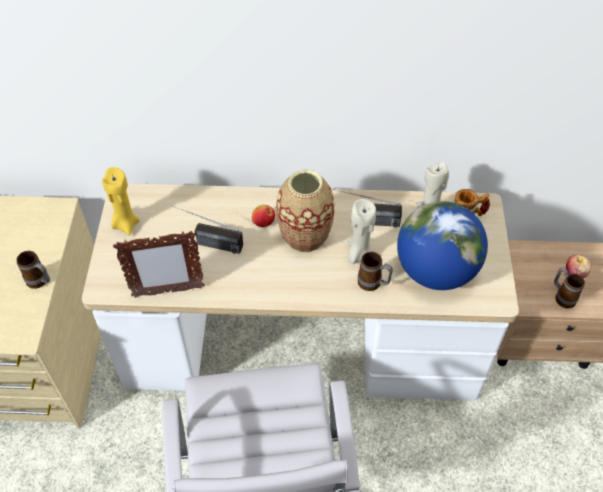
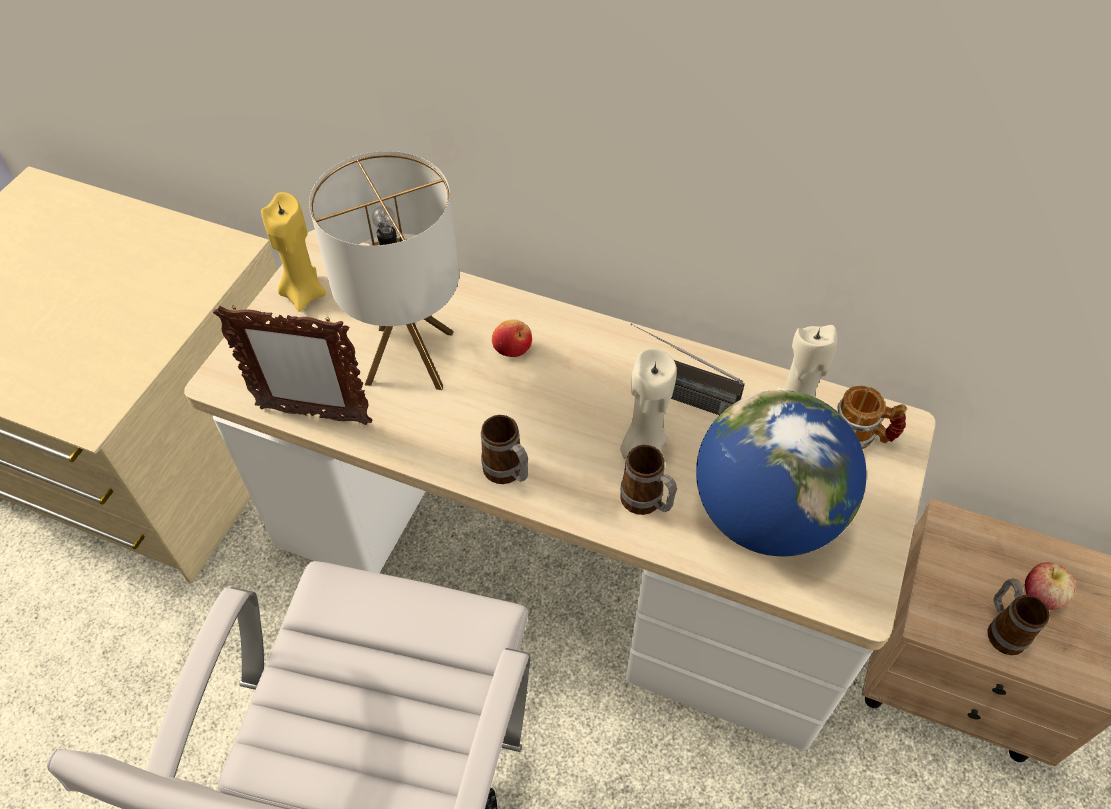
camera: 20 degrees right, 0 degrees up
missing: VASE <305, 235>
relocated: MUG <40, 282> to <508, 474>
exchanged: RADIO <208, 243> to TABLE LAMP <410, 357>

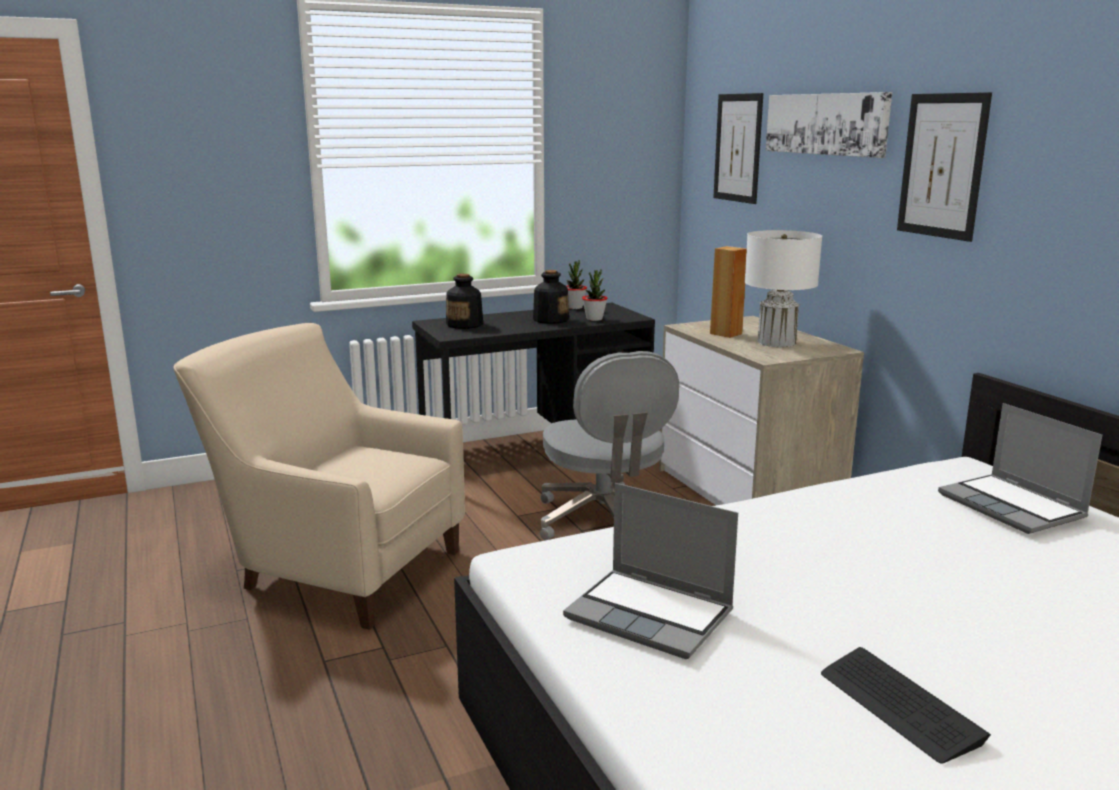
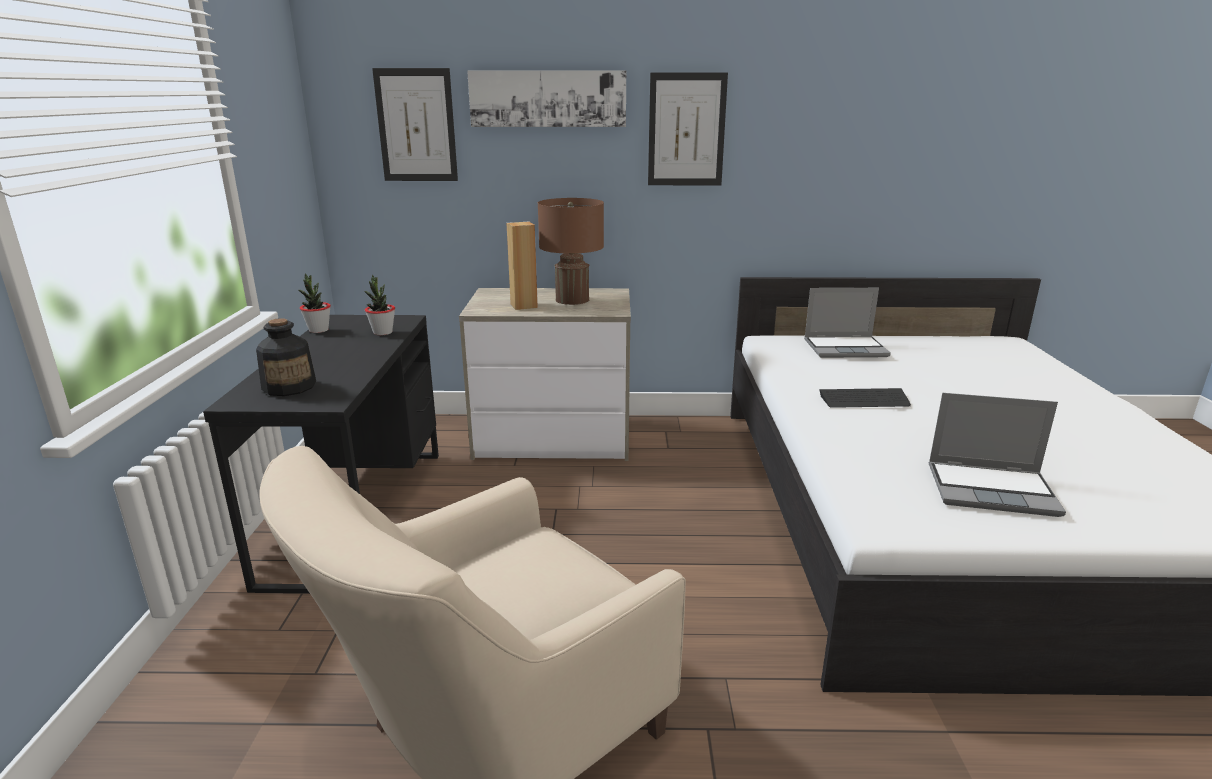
camera: 65 degrees left, 5 degrees up
missing: BOTTLE <550, 320>; GREY OFFICE CHAIR <605, 521>
relocated: KEYBOARD <899, 706> to <864, 400>
colour: WHITE TABLE LAMP <776, 342> to BROWN TABLE LAMP <572, 300>
spun: LAPTOP <652, 615> = <992, 490> 45 degrees clockwise

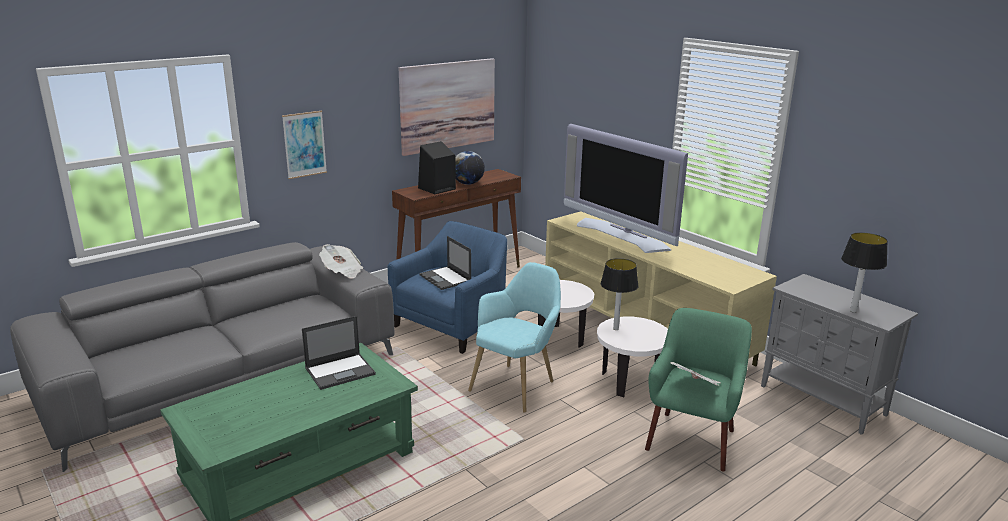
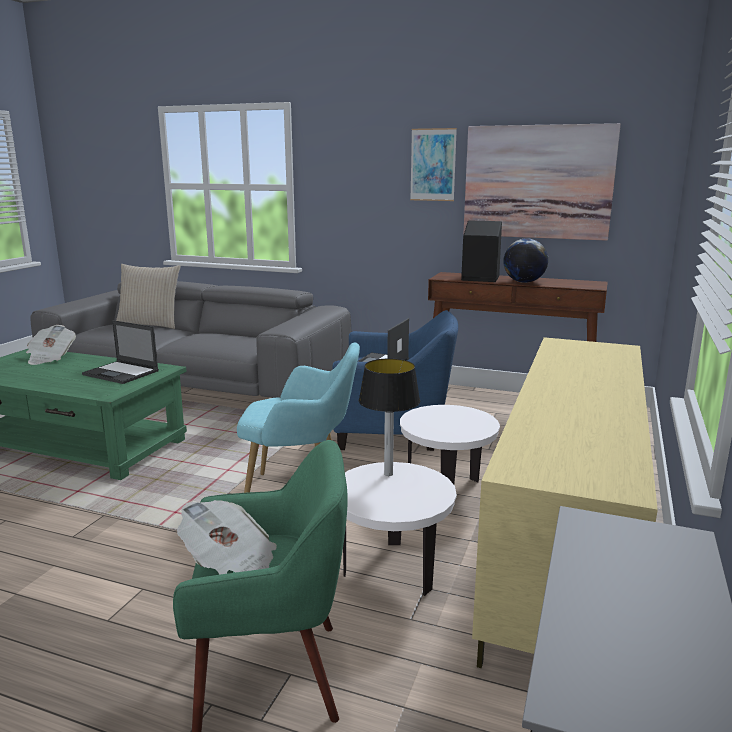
camera: 60 degrees right, 5 degrees down
missing: TELEVISION <622, 235>; TABLE LAMP <853, 311>
appeared: BEIGE PILLOW <150, 324>
relocated: NEWSPAPER <342, 271> to <50, 357>; PICTURE <304, 144> to <433, 165>

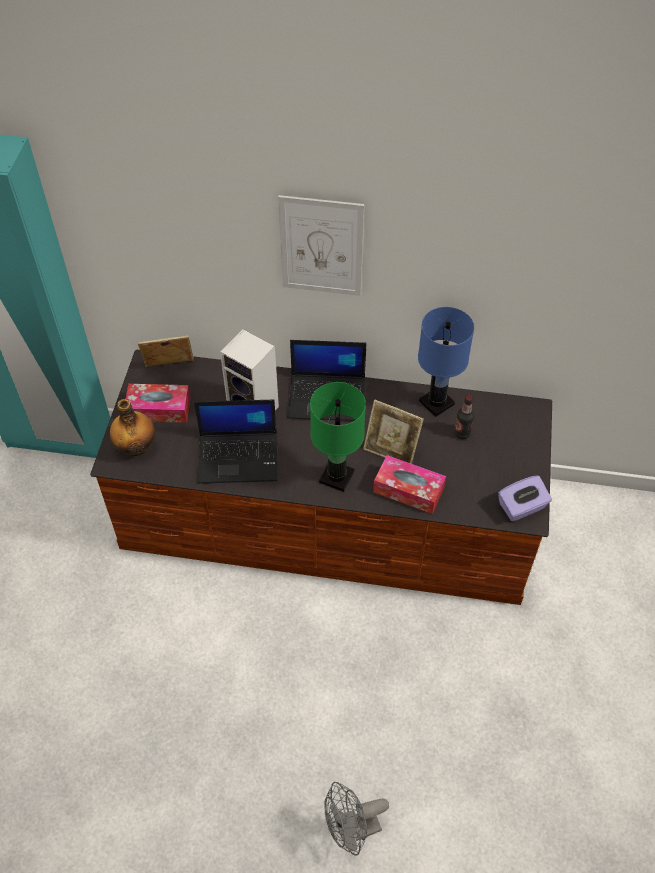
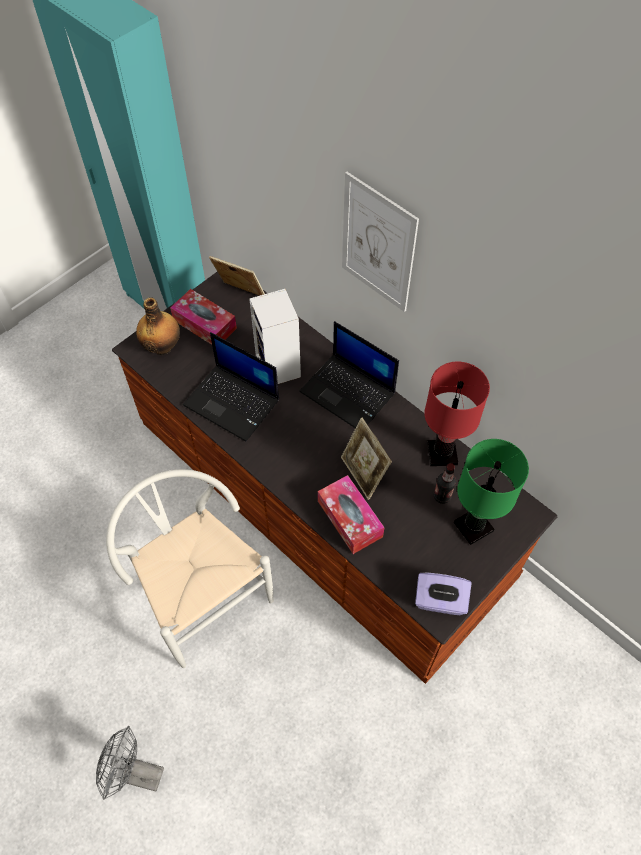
camera: 35 degrees right, 5 degrees up
appeared: WHITE CHAIR <201, 595>
relocated: GREEN TABLE LAMP <336, 476> to <473, 526>
colour: BLUE TABLE LAMP <436, 402> to RED TABLE LAMP <441, 453>

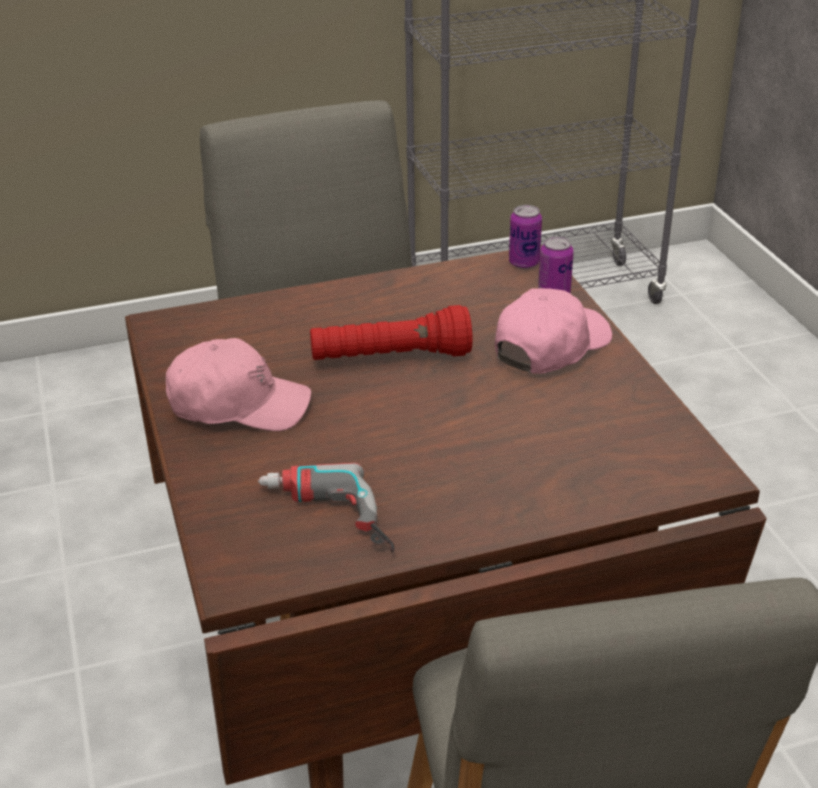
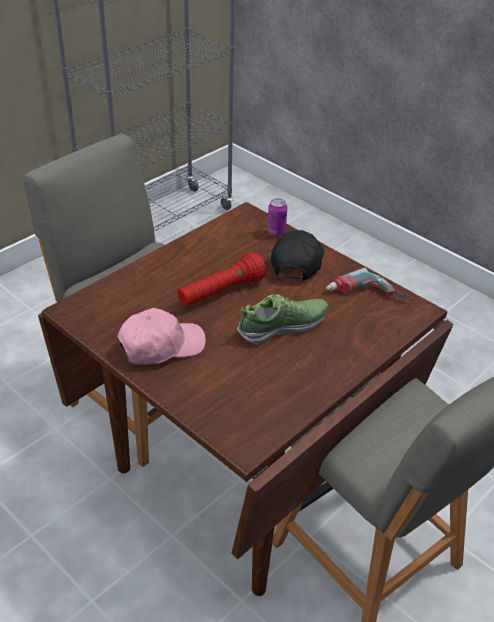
camera: 30 degrees left, 5 degrees up
missing: CAN <524, 263>
appeared: SHOE <283, 327>
relocated: POWER DRILL <324, 521> to <367, 297>
colour: PINK CAP <550, 346> to BLACK CAP <297, 262>

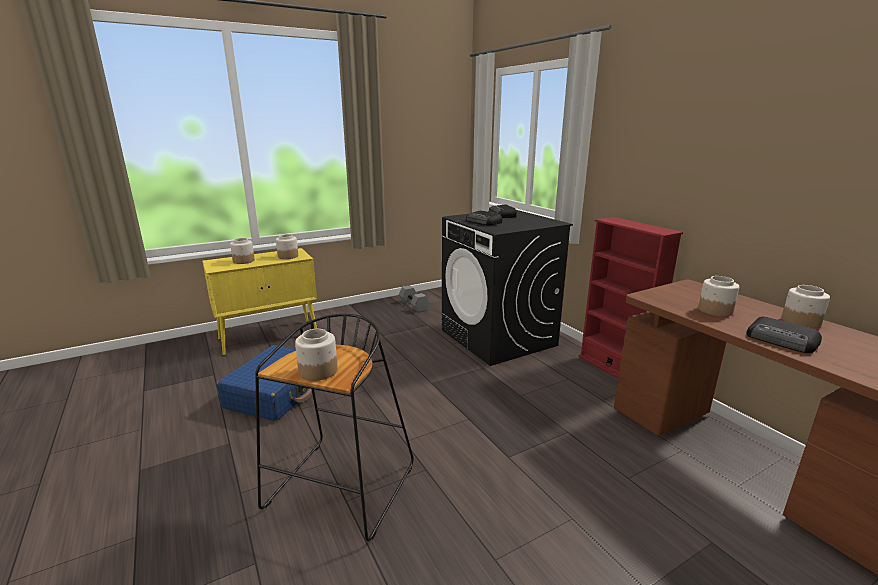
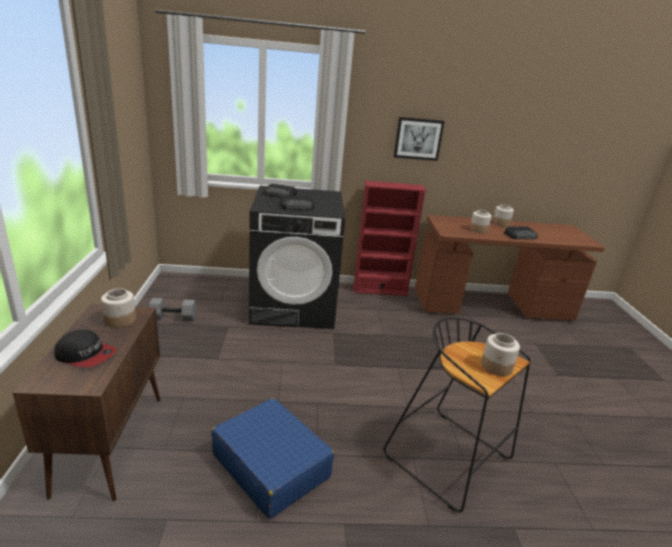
camera: 65 degrees left, 5 degrees up
appeared: PICTURE <418, 138>
exchanged: JAR <244, 261> to CAP <86, 355>
colour: YELLOW CABINET <270, 336> to BROWN CABINET <111, 442>

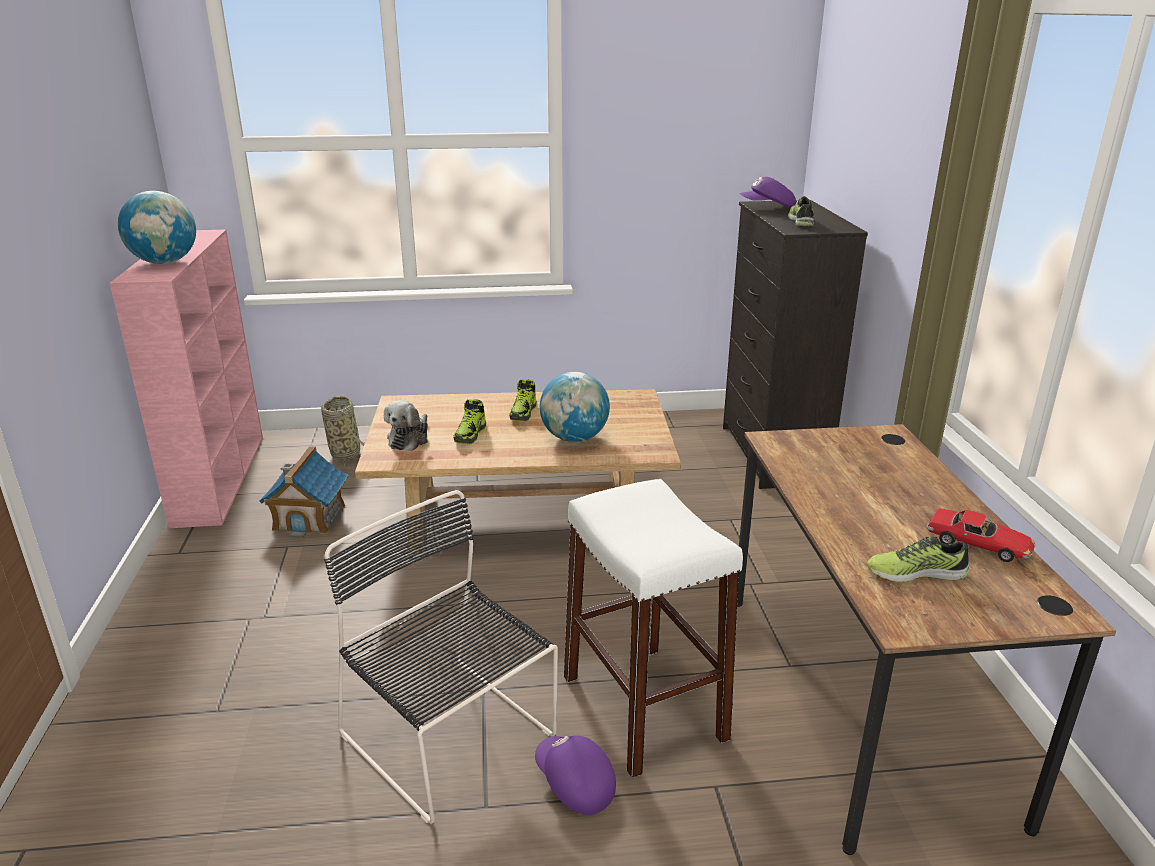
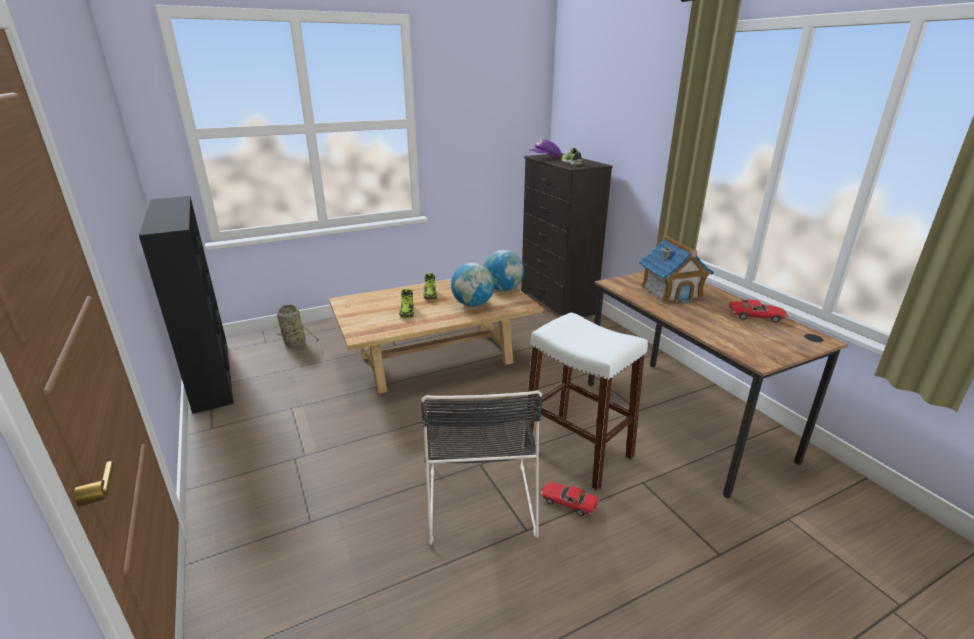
camera: 20 degrees left, 0 degrees up
missing: PLUSH TOY <409, 439>; SHOE <915, 572>
relocated: GLOBE <165, 262> to <503, 289>; TOY HOUSE <309, 517> to <671, 292>
exchanged: PURPLE CAP <574, 784> to TOY CAR <568, 503>
colour: PINK BOOKCASE <220, 478> to BLACK BOOKCASE <211, 374>
spun: BLACK CHAIR <451, 739> = <480, 497> 120 degrees counterclockwise

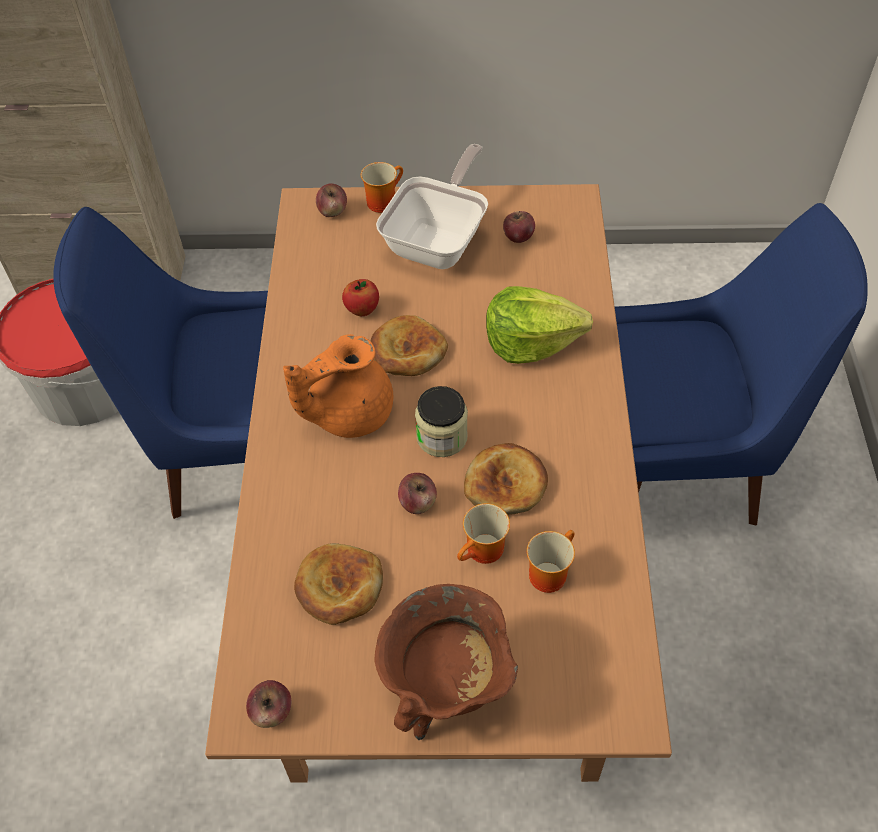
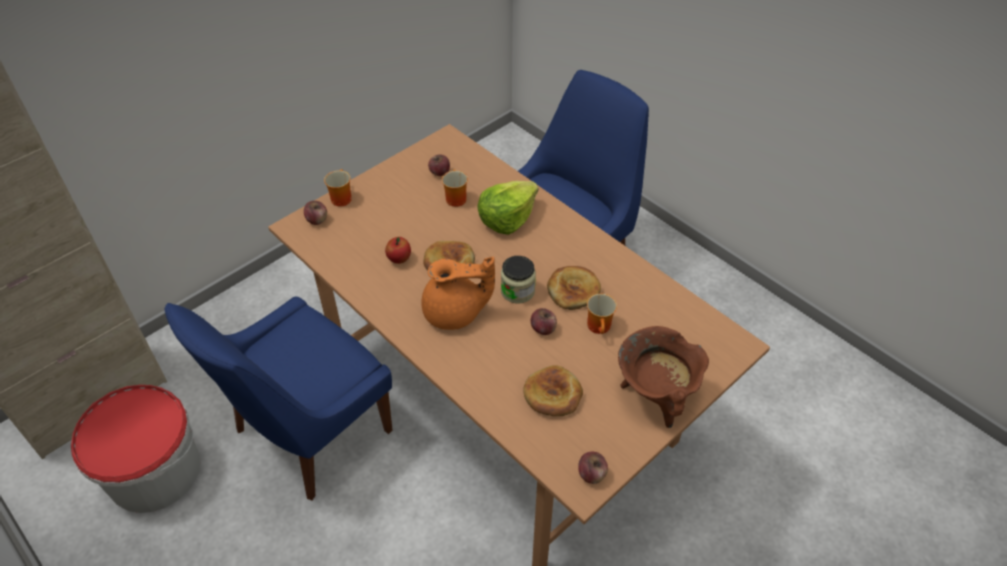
camera: 45 degrees left, 5 degrees down
missing: FRYING PAN <440, 240>
relocated: MUG <547, 571> to <454, 198>
spun: ORANGE TEAPOT <348, 412> = <455, 313> 105 degrees counterclockwise

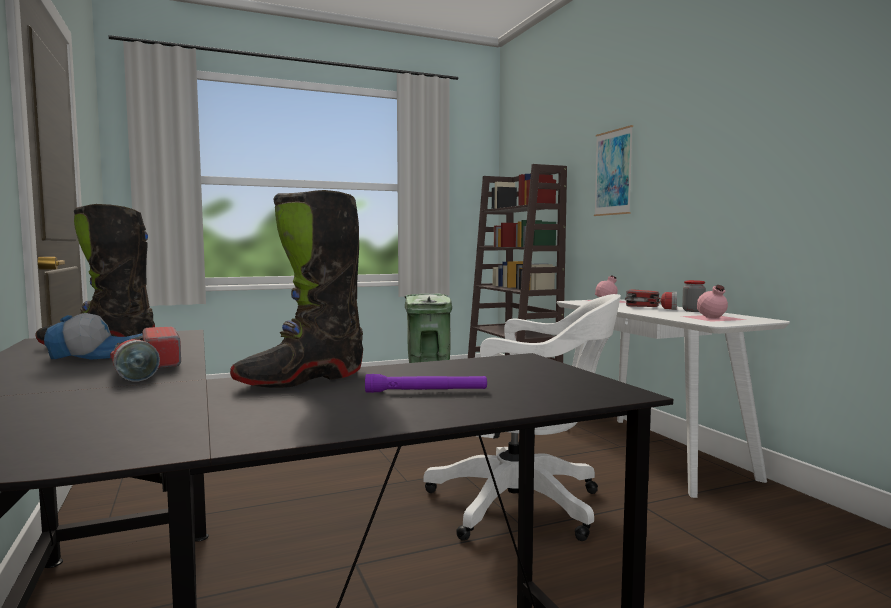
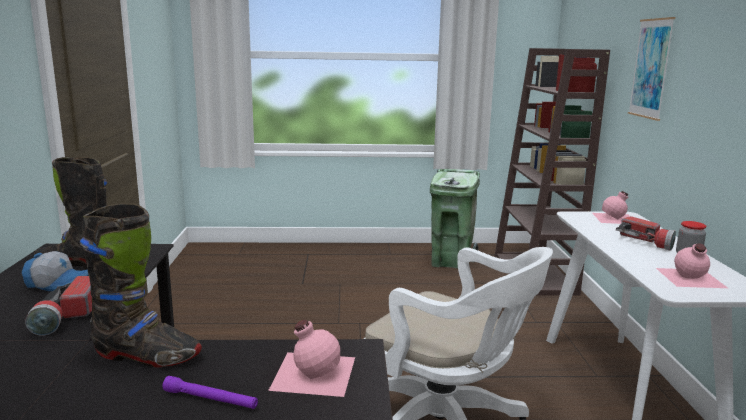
camera: 20 degrees right, 10 degrees up
appeared: PINK BOTTLE <313, 372>
spun: BLACK BOOT <301, 380> = <146, 356> 150 degrees counterclockwise

